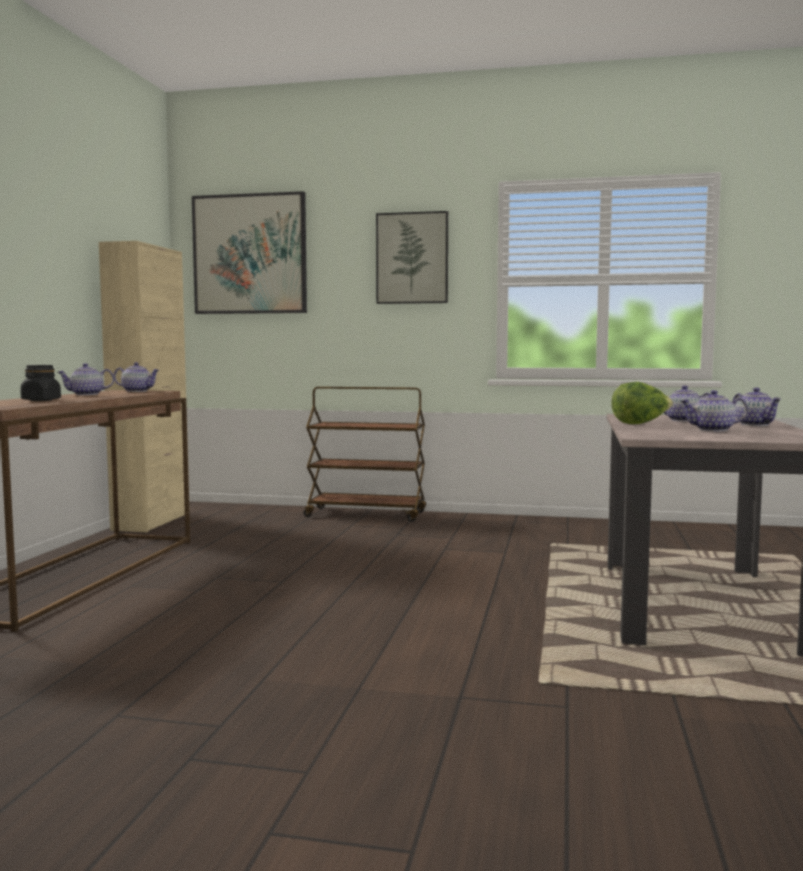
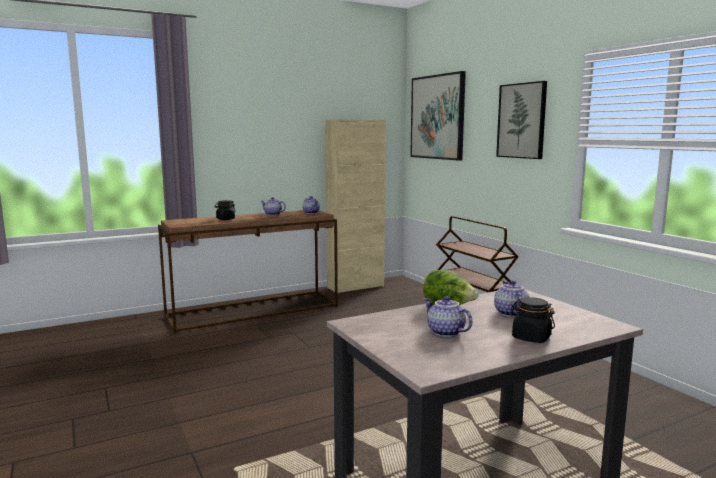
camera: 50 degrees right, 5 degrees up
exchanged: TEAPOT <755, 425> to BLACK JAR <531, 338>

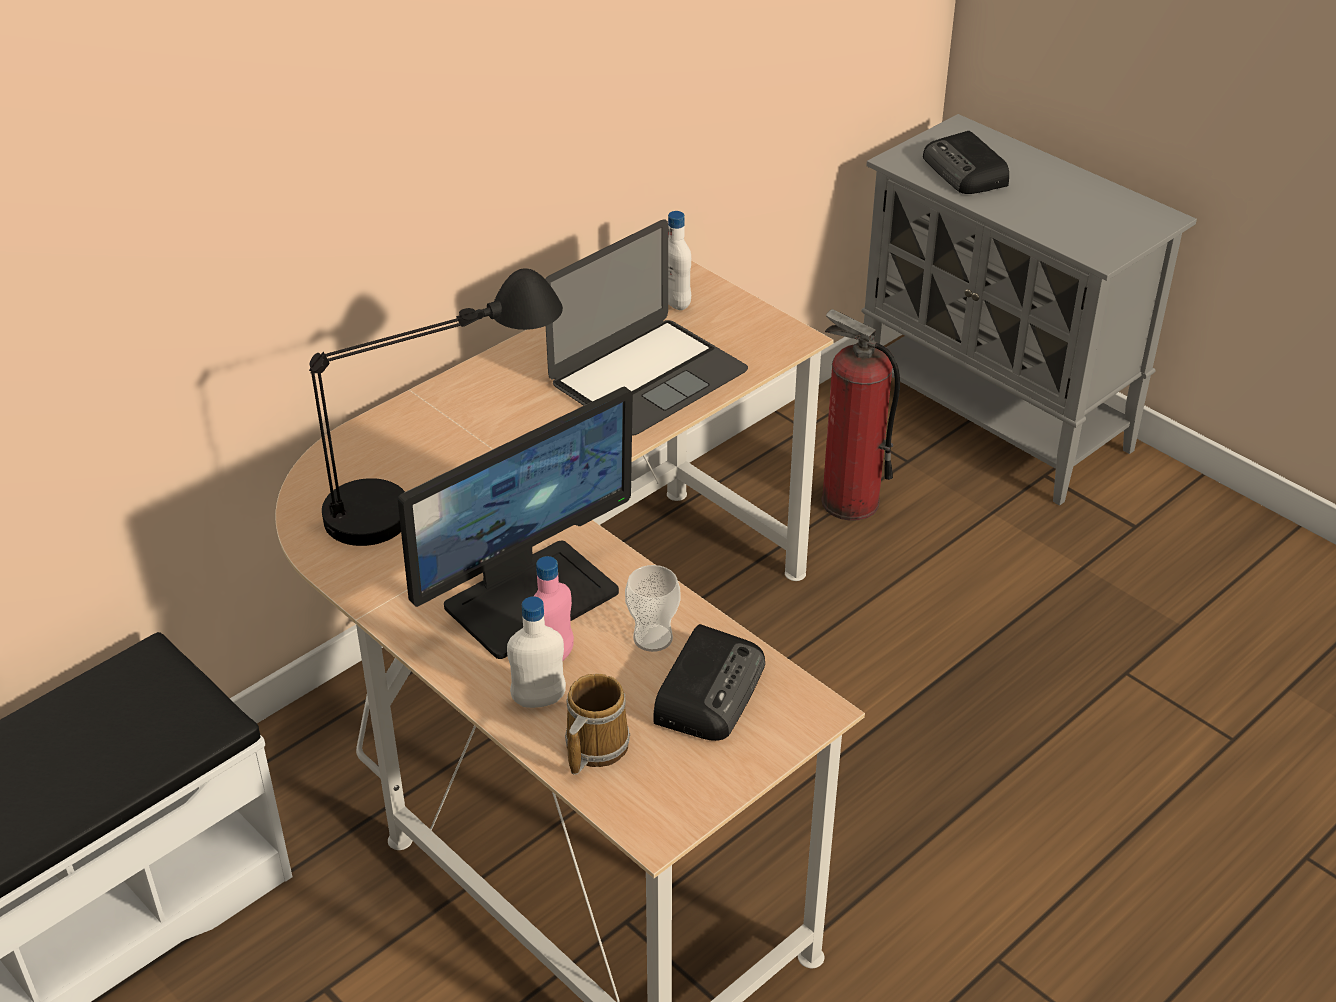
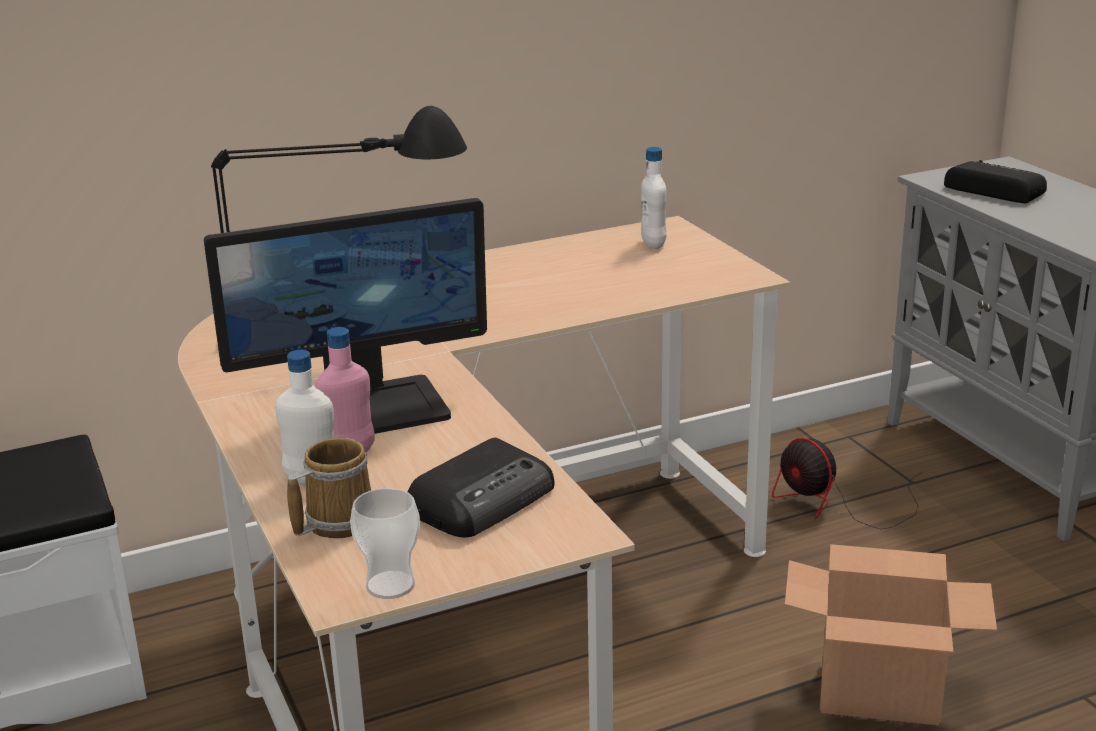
camera: 20 degrees right, 15 degrees down
missing: LAPTOP <648, 376>
appeared: CARDBOARD BOX <881, 692>
relocated: CUP <653, 638> to <390, 585>
exchanged: FIRE EXTINGUISHER <849, 502> to FAN <838, 504>
spun: RADIO <966, 172> = <993, 190> 135 degrees clockwise

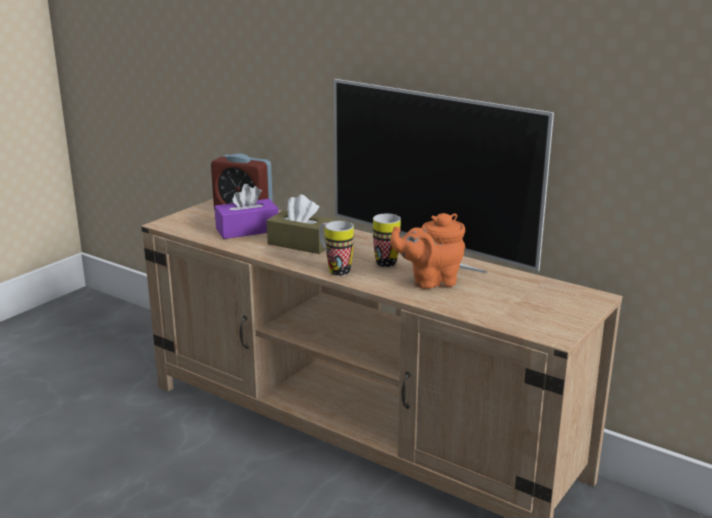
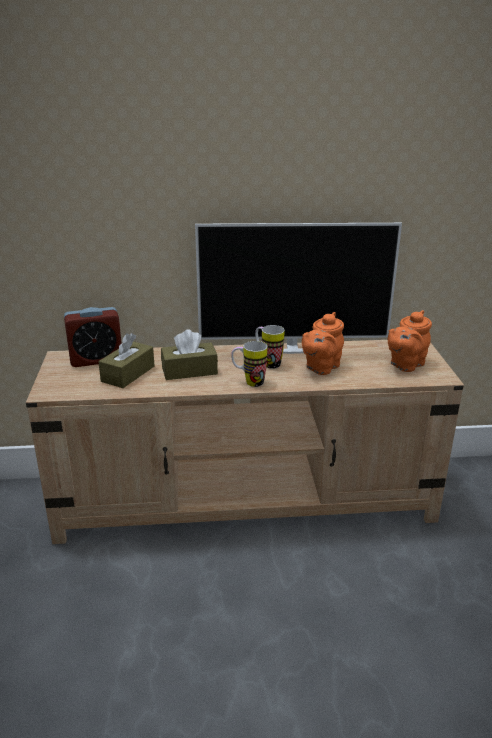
camera: 40 degrees left, 5 degrees up
appeared: ORANGE TEAPOT <405, 365>
colour: PURPLE TISSUE BOX <247, 230> to BROWN TISSUE BOX <128, 374>

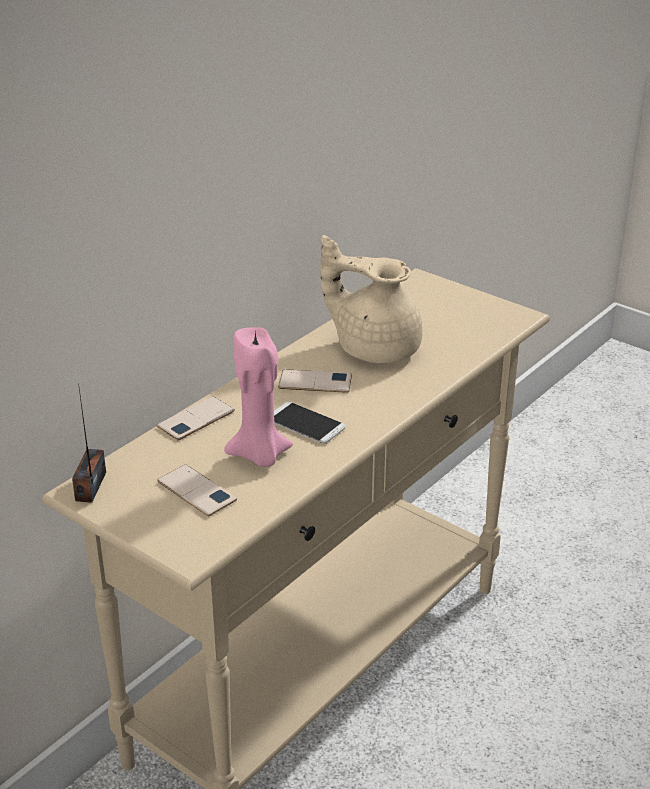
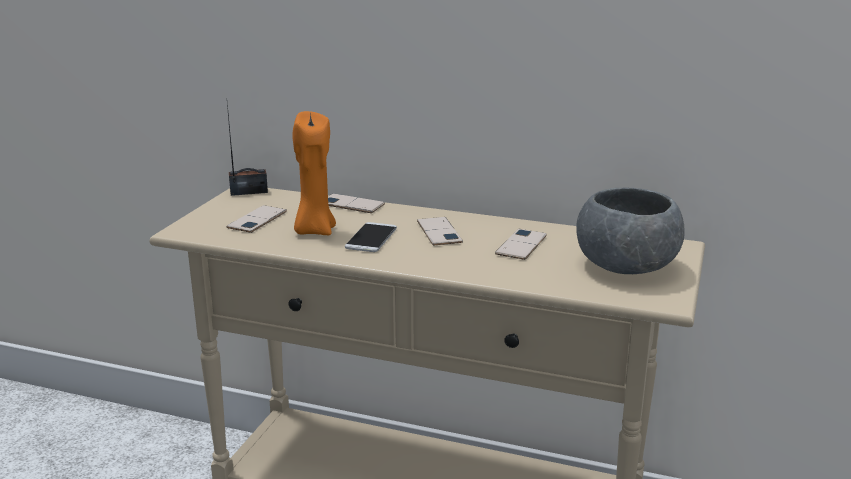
camera: 70 degrees right, 10 degrees down
appeared: GREY BOWL <626, 266>
exchanged: BEIGE TEAPOT <375, 347> to PHONE <521, 245>
colour: PINK CANDLE <260, 456> to ORANGE CANDLE <314, 230>

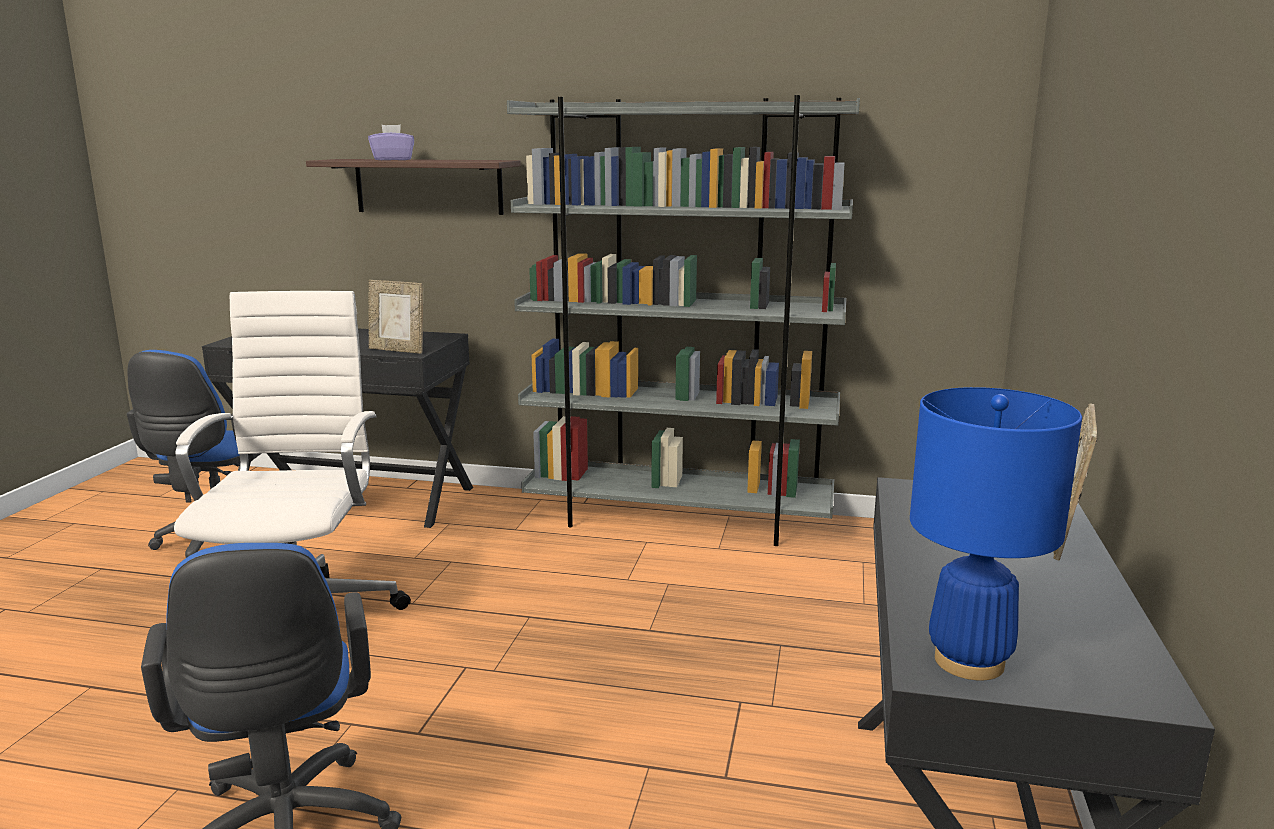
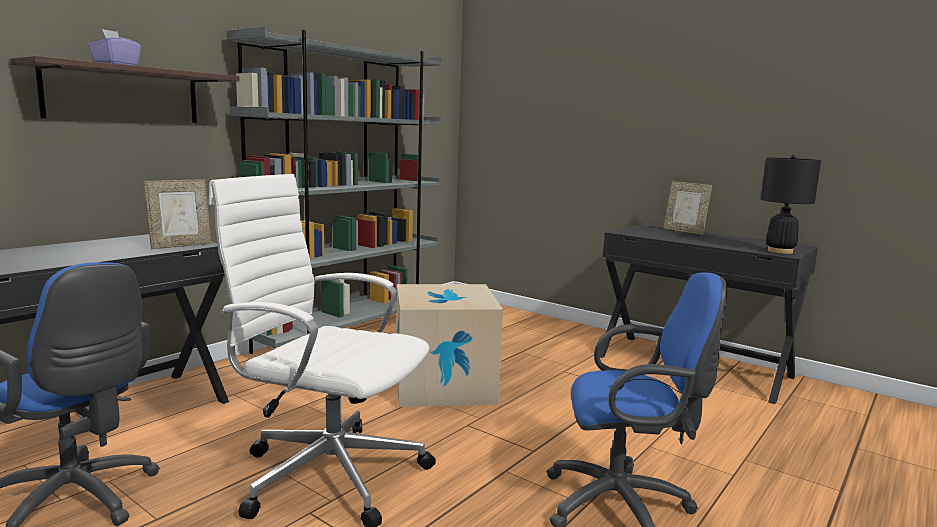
camera: 65 degrees left, 5 degrees down
appeared: CARDBOARD BOX <444, 385>
colour: BLUE TABLE LAMP <968, 662> to BLACK TABLE LAMP <780, 251>

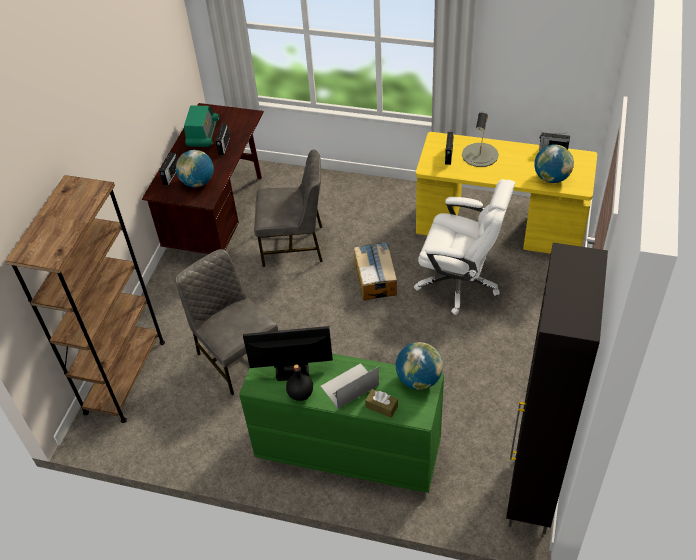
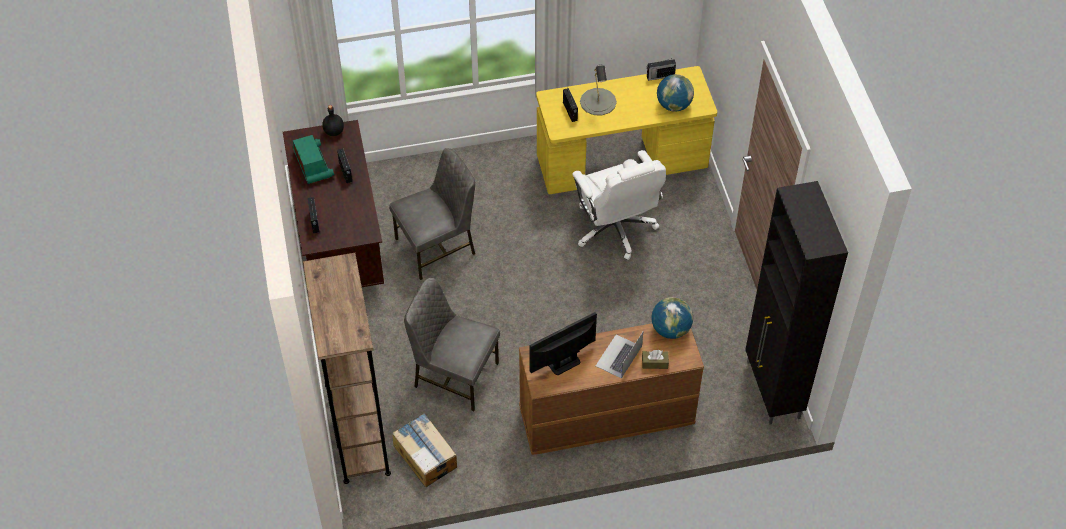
camera: 30 degrees left, 5 degrees up
missing: GLOBE <198, 182>
relocated: BLACK BOTTLE <300, 393> to <333, 131>; CARDBOARD BOX <375, 278> to <425, 455>
colour: GREEN DRESSER <346, 449> to BROWN DRESSER <605, 417>
spun: WHITE OFFICE CHAIR <460, 282> = <615, 229> 75 degrees clockwise

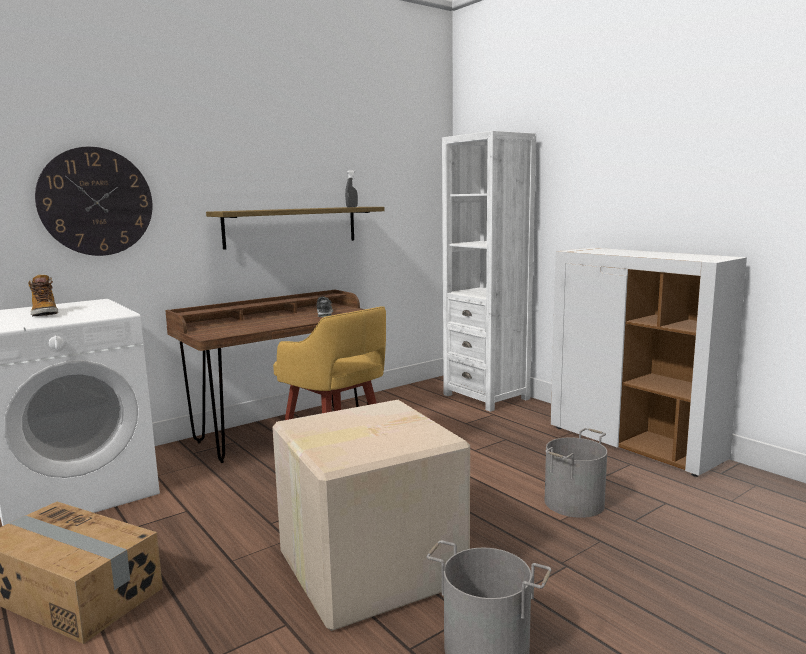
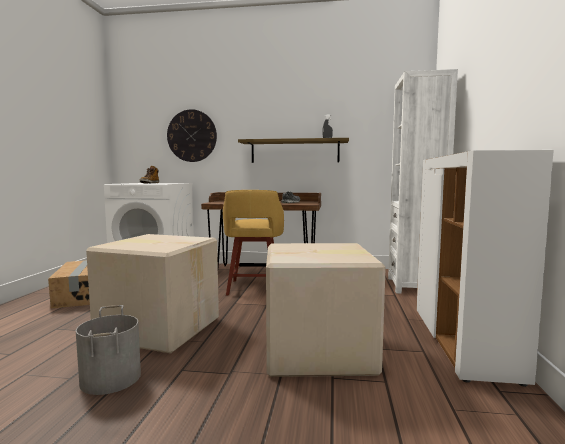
camera: 45 degrees right, 5 degrees down
exchanged: GREY BUCKET <575, 503> to CARDBOARD BOX <320, 351>

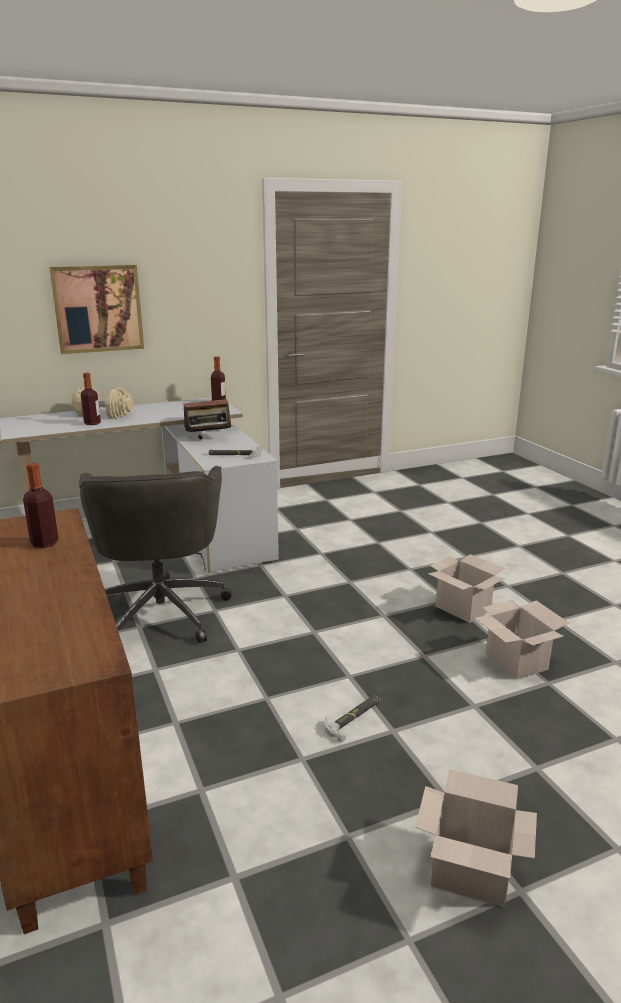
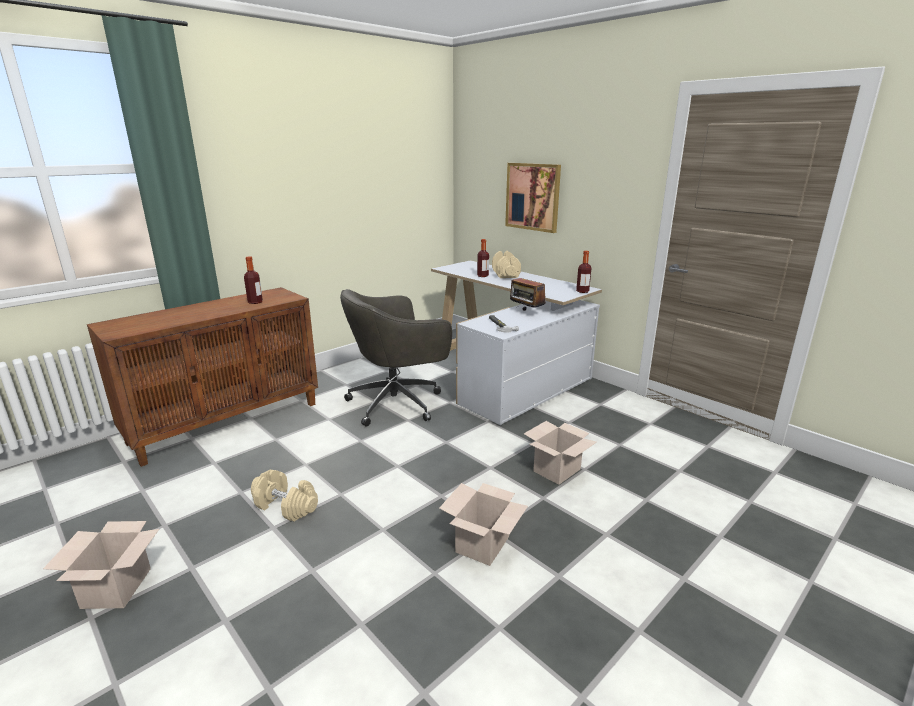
camera: 70 degrees right, 0 degrees up
relocated: CARDBOARD BOX <514, 661> to <557, 469>
exchanged: HAMMER <354, 718> to BEIGE DUMBBELL <286, 506>

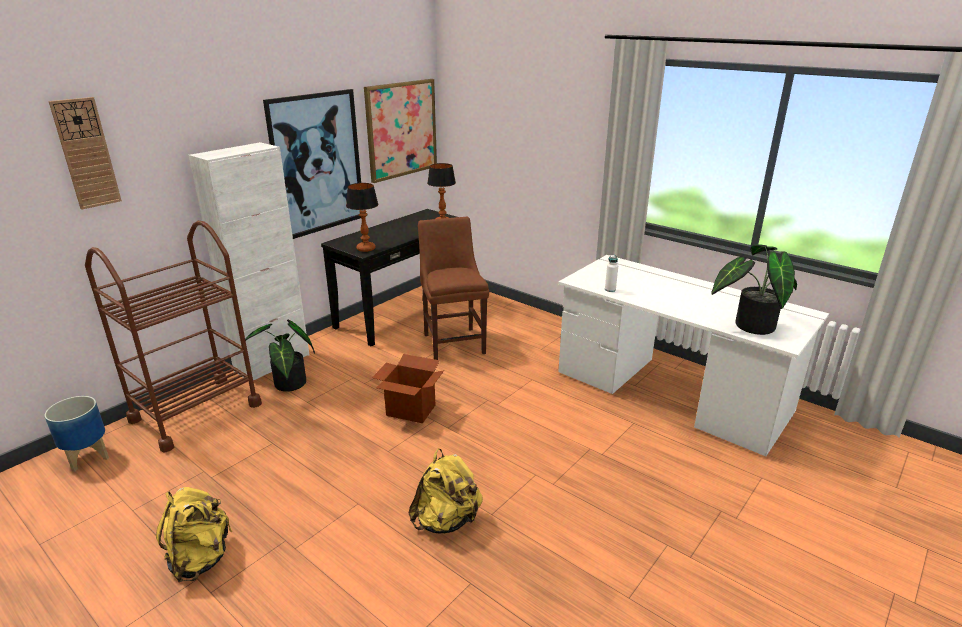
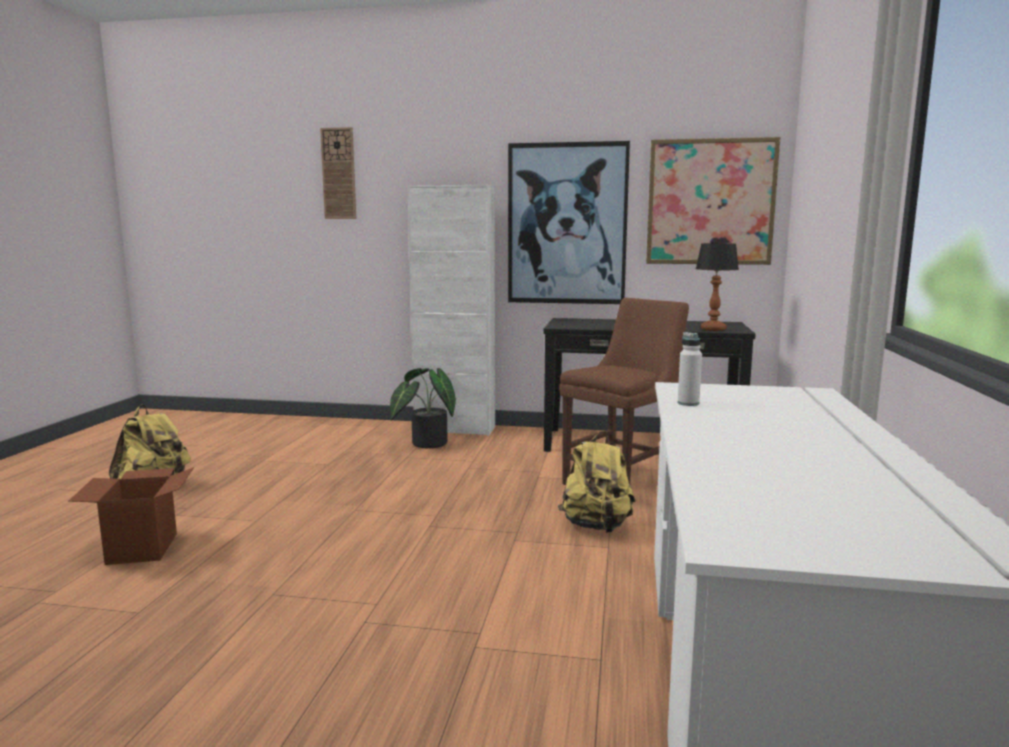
camera: 60 degrees right, 15 degrees down
missing: PLANTER <87, 457>; BROWN CART <196, 412>; TABLE LAMP <366, 249>; POTTED PLANT <749, 325>
relocated: CARDBOARD BOX <410, 410> to <142, 548>; YELLOW BACKPACK <446, 521> to <597, 526>

